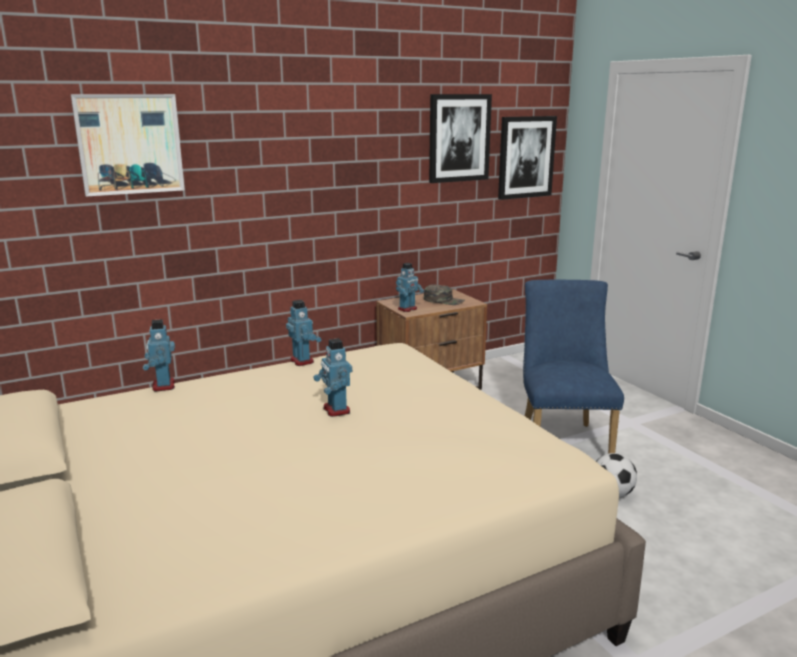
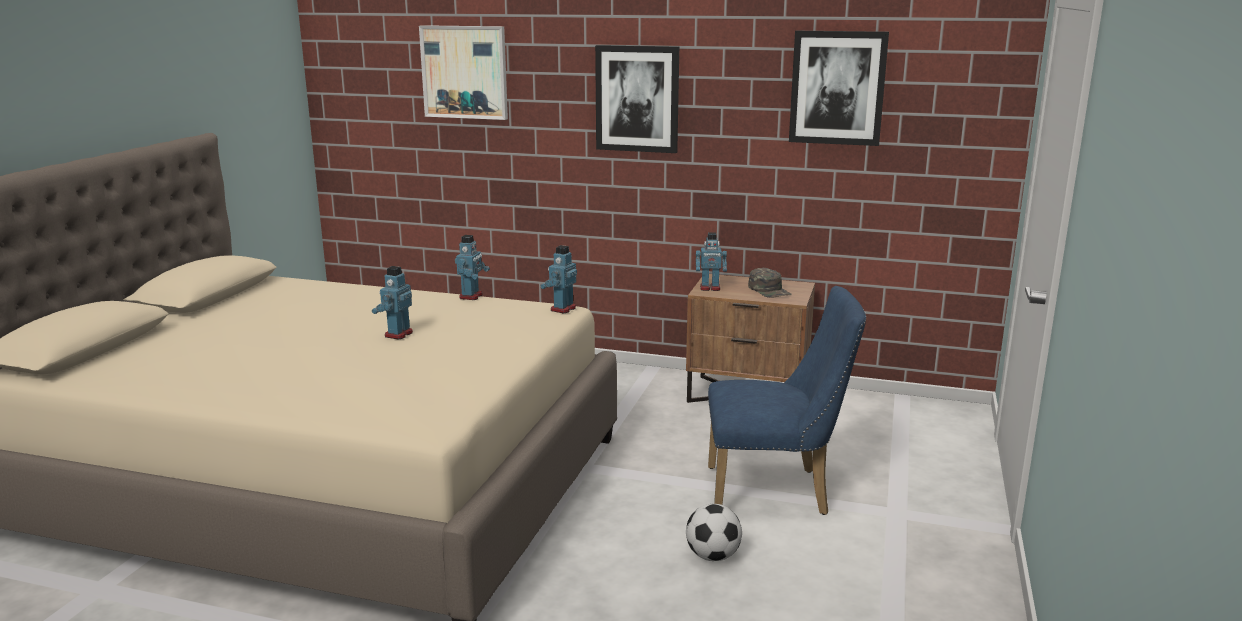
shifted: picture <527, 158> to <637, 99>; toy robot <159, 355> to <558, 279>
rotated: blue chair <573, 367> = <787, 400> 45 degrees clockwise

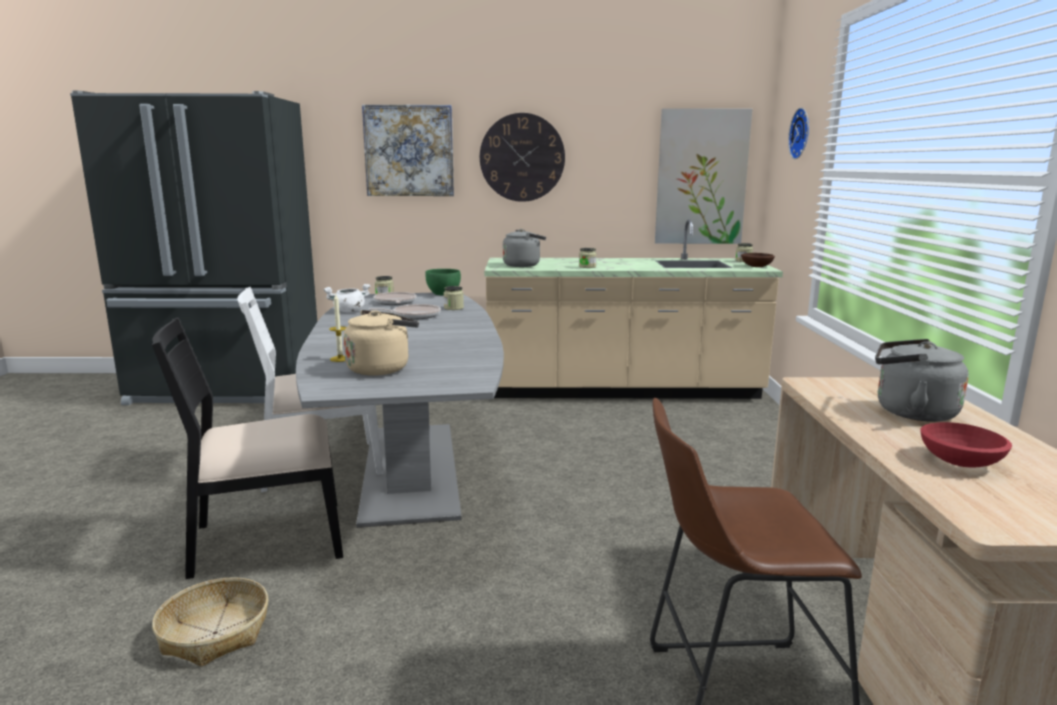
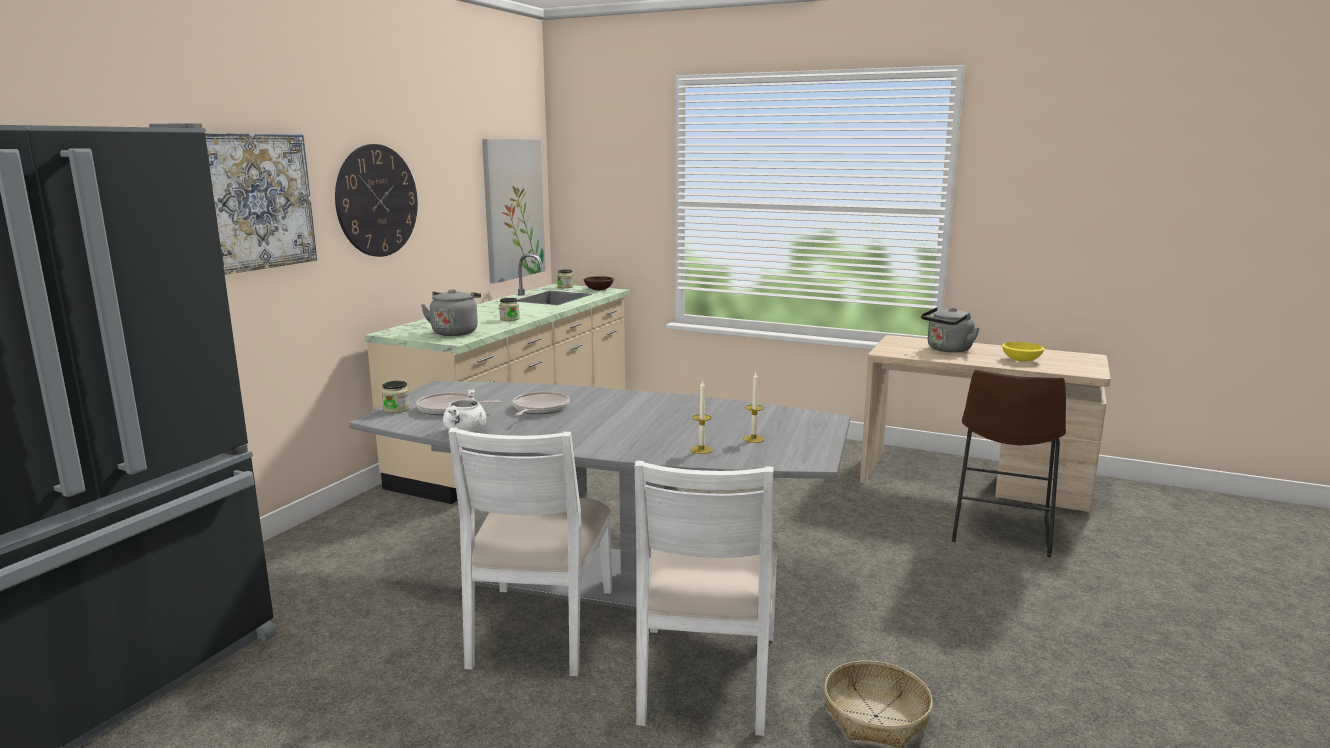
gone: wall clock <798, 133>; green bowl <443, 282>; jar <454, 298>
swapped: beige kettle <381, 343> to candle <754, 407>
repainted: black chair <247, 448> to white chair <706, 598>; red bowl <966, 444> to yellow bowl <1023, 352>

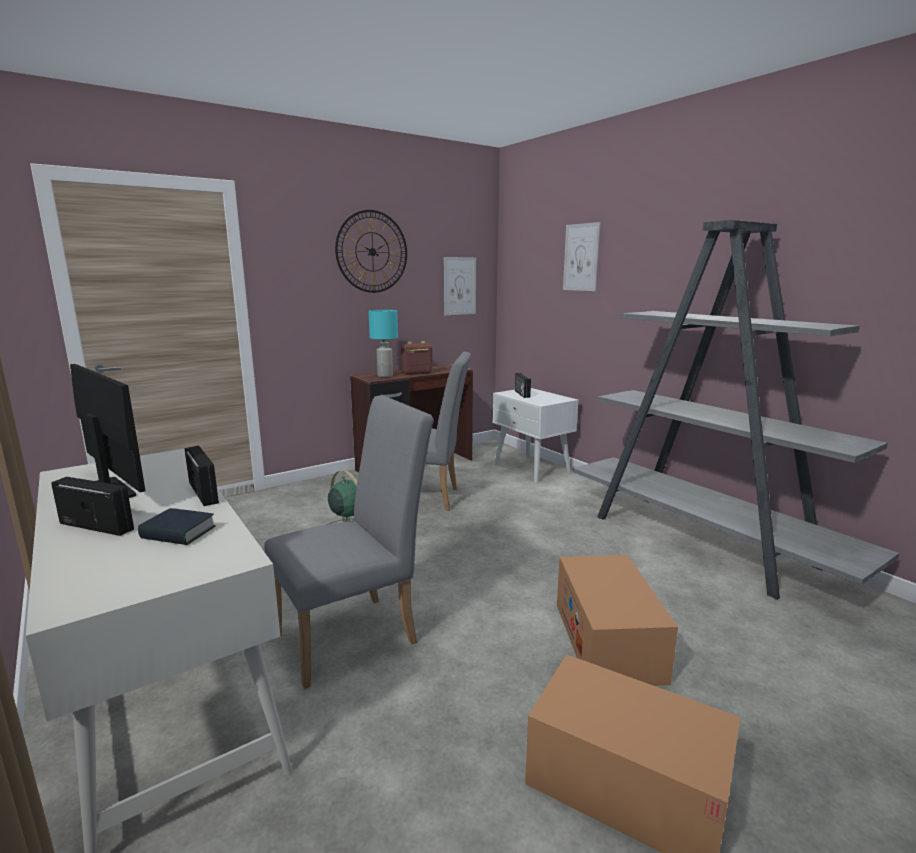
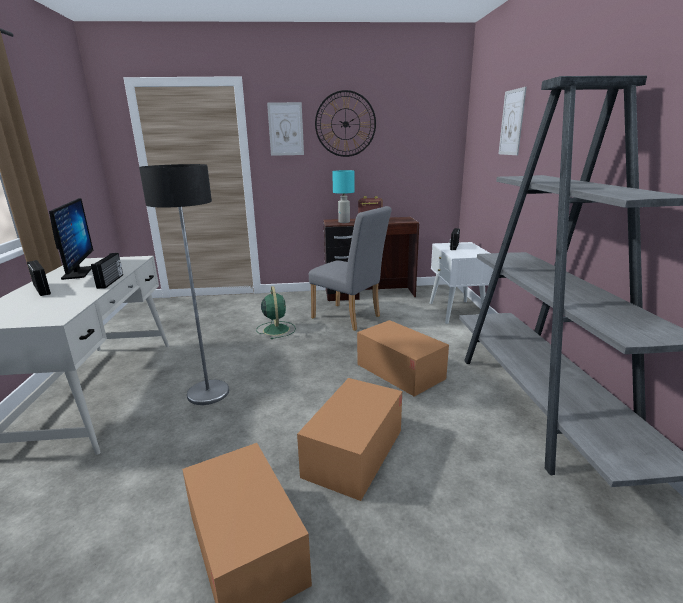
gone: book <177, 526>
new: cardboard box <403, 358>
shifted: picture <460, 286> to <285, 129>
swapped: grey chair <349, 542> to floor lamp <184, 284>

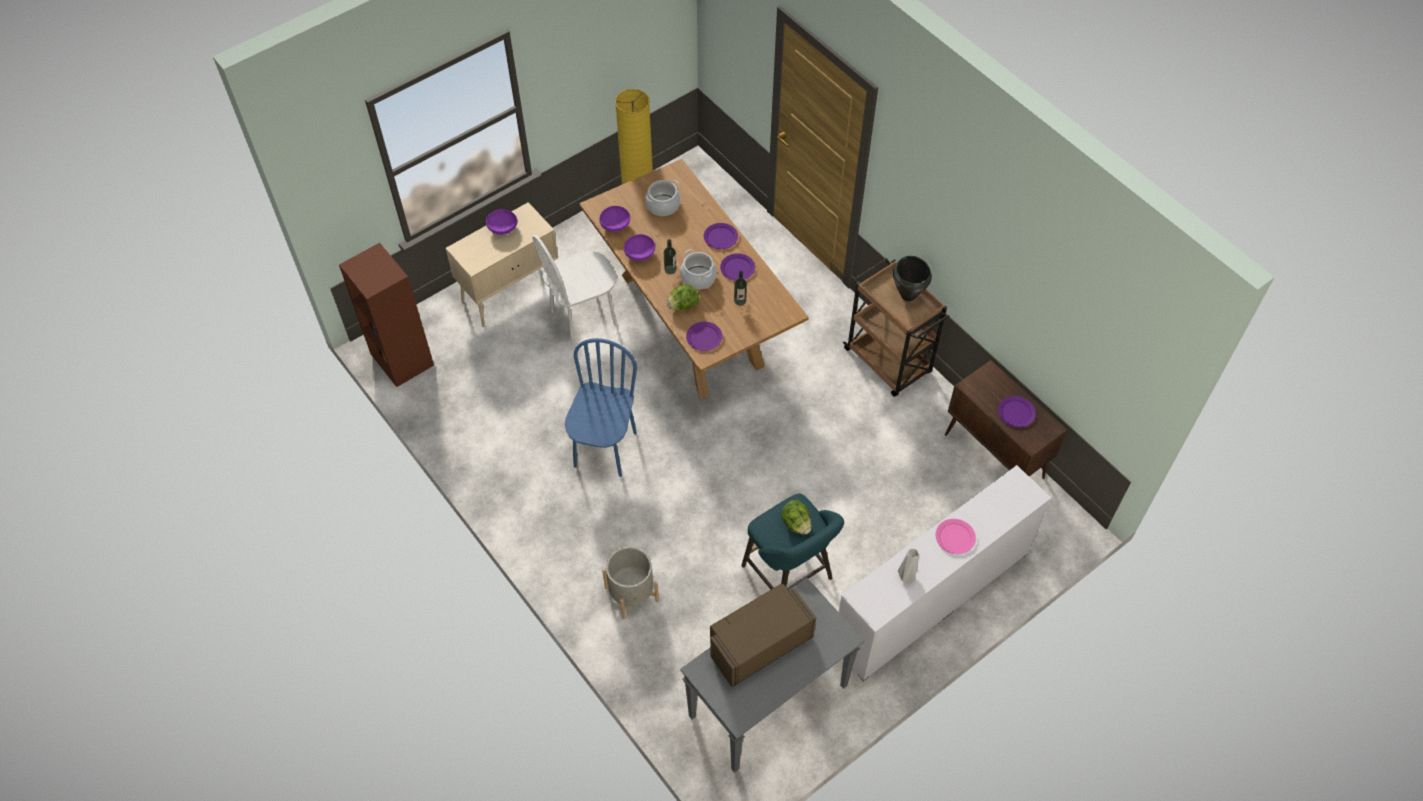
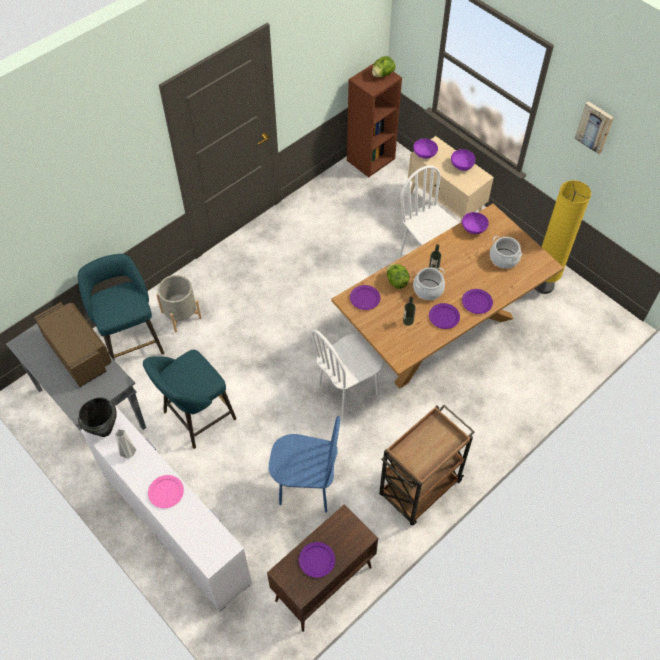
new: picture <594, 127>; turquoise stool <121, 307>; white chair <347, 373>
shifted: purple bowl <639, 247> to <425, 149>; black cooking pot <912, 278> to <97, 417>; blue chair <601, 407> to <304, 464>; lettuce <796, 517> to <384, 66>

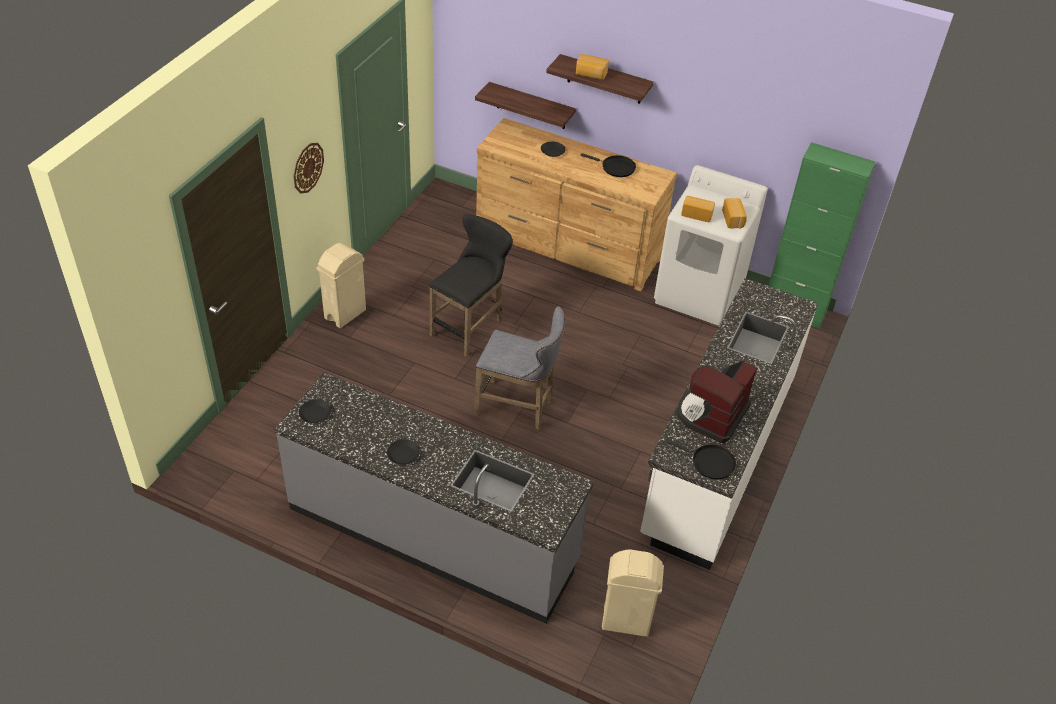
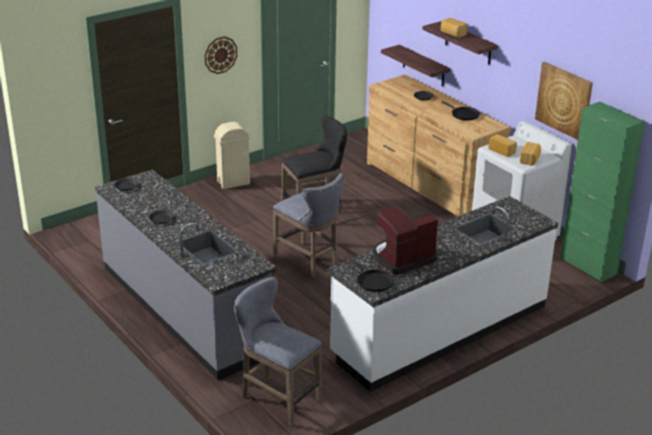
new: picture <564, 101>
swapped: beige trash can <633, 593> to grey stool <278, 351>

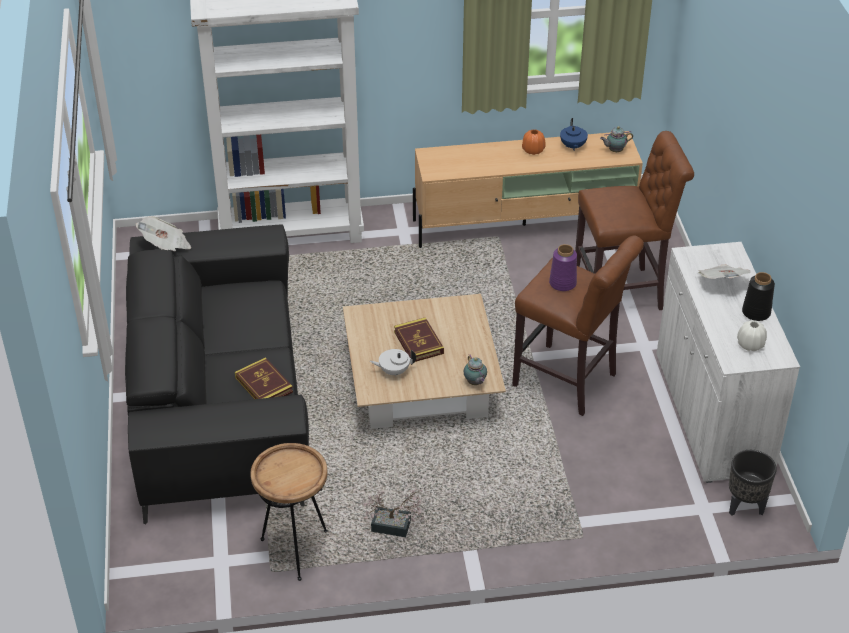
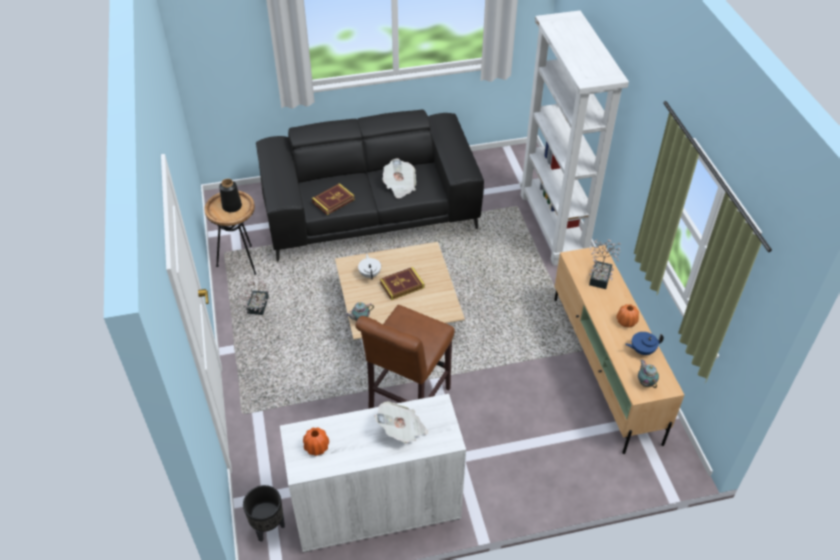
gone: brown stool <634, 220>; purple vase <563, 267>
new: potted plant <605, 264>
shifted: newspaper <164, 233> to <399, 179>; black vase <758, 296> to <230, 195>
repainted: white vase <752, 335> to orange vase <316, 441>

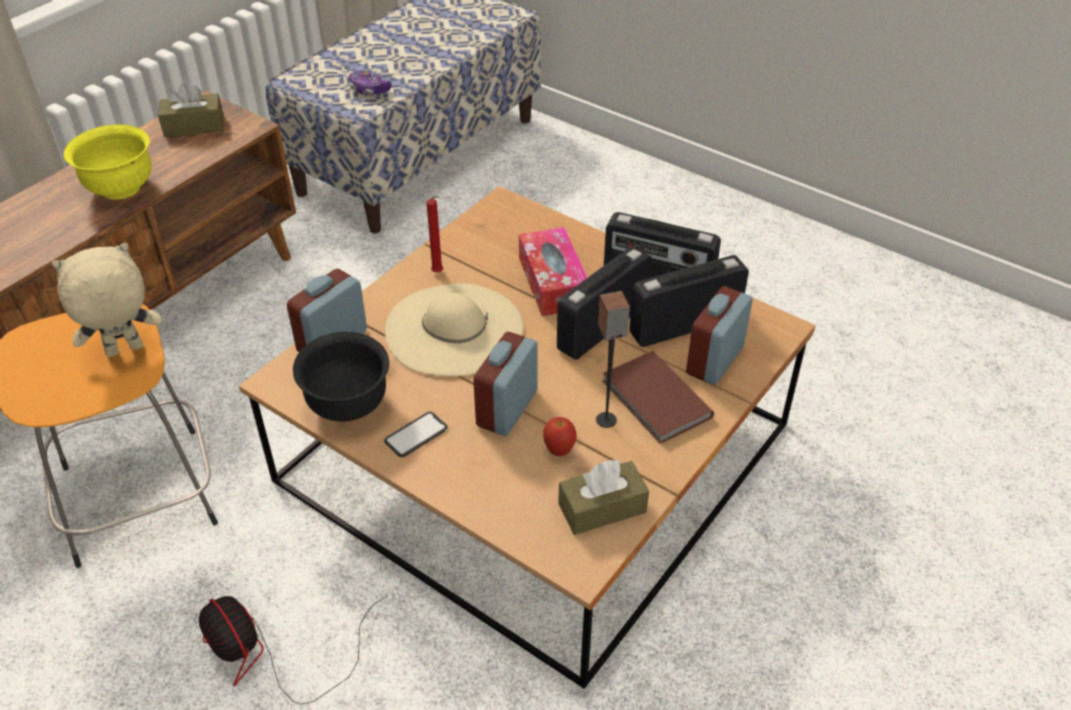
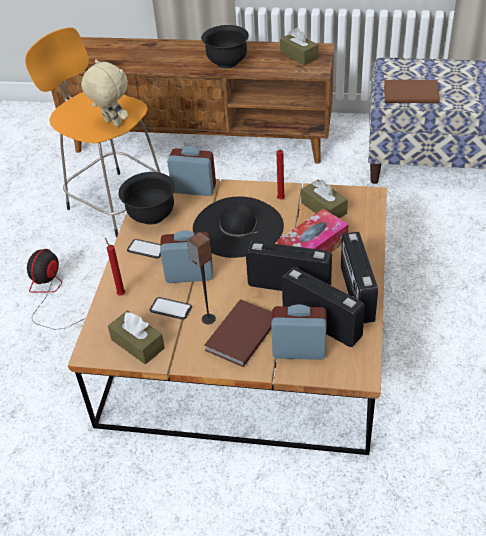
new: brown tissue box <324, 199>; red candle <115, 267>
swapped: game controller <370, 82> to brown book <412, 91>; apple <560, 436> to phone <171, 308>
repainted: yellow bowl <108, 162> to black bowl <225, 46>; beige hat <454, 329> to black hat <238, 227>

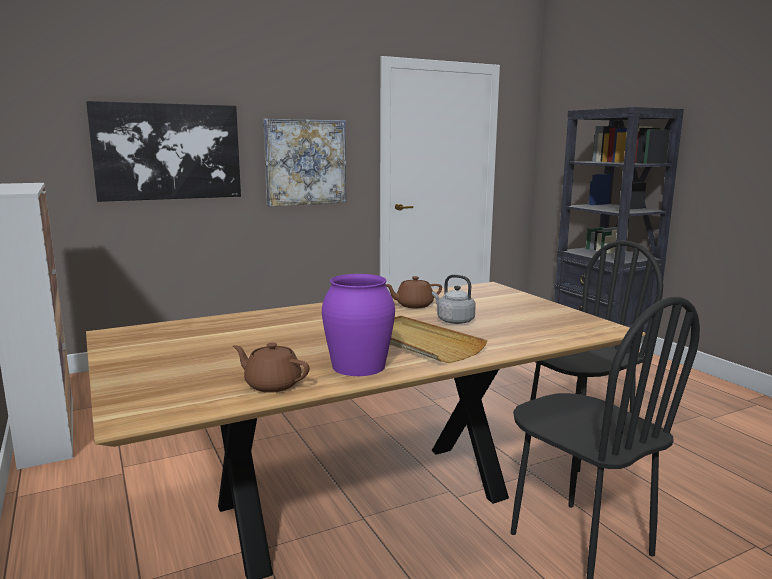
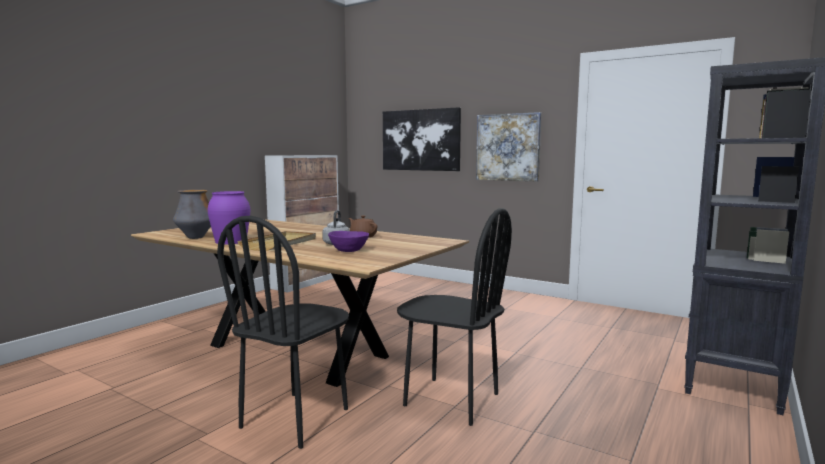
new: purple bowl <348, 241>
swapped: brown teapot <271, 368> to vase <192, 214>

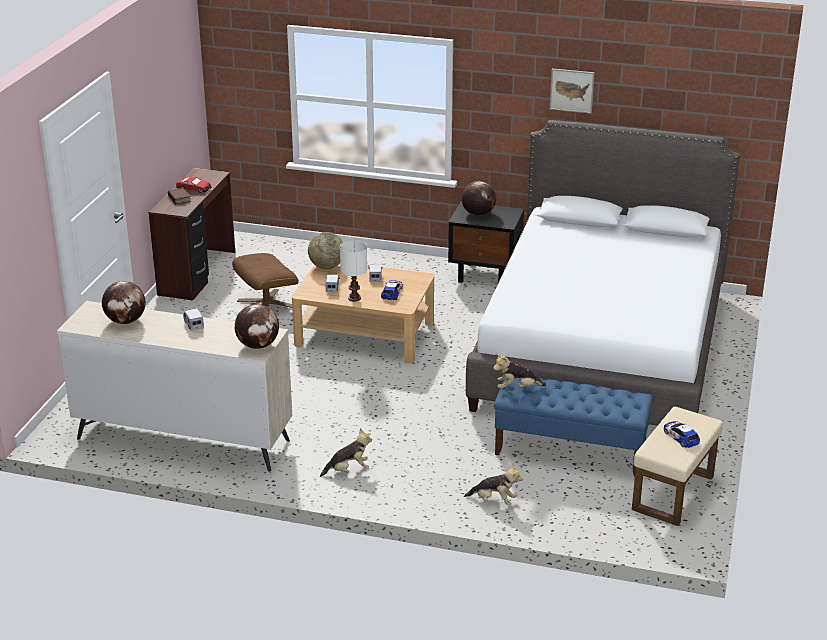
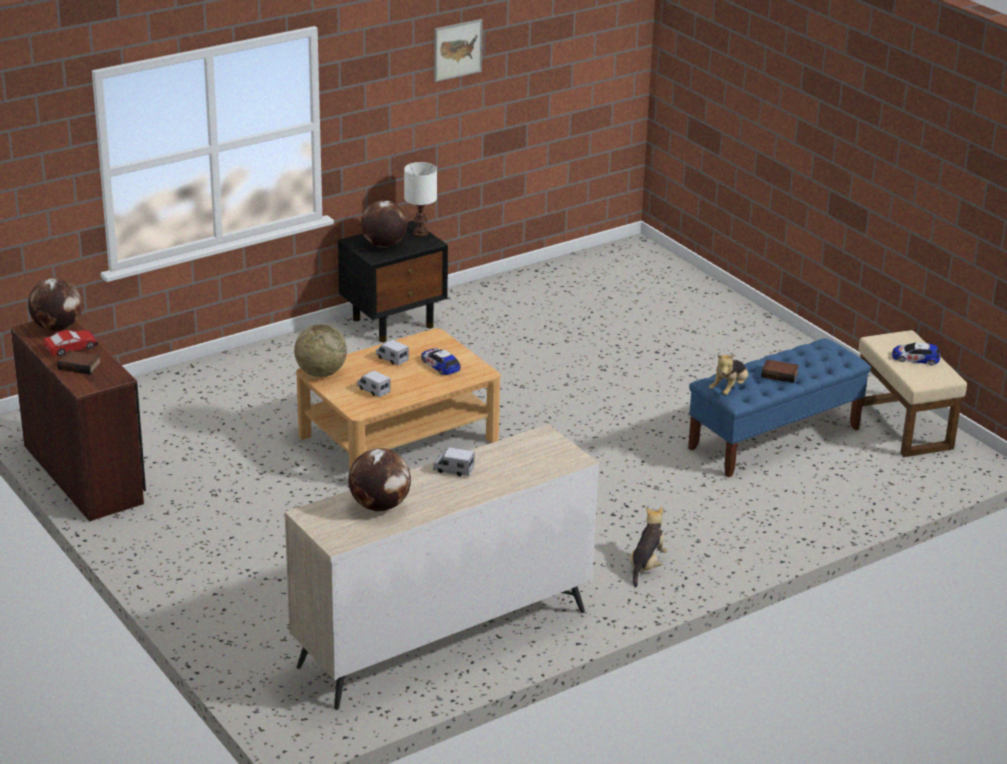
gone: white bed <603, 273>; brown ottoman <265, 280>; plush toy <493, 484>
new: book <780, 371>
shifted: white table lamp <353, 270> to <420, 199>; globe <257, 326> to <55, 304>

